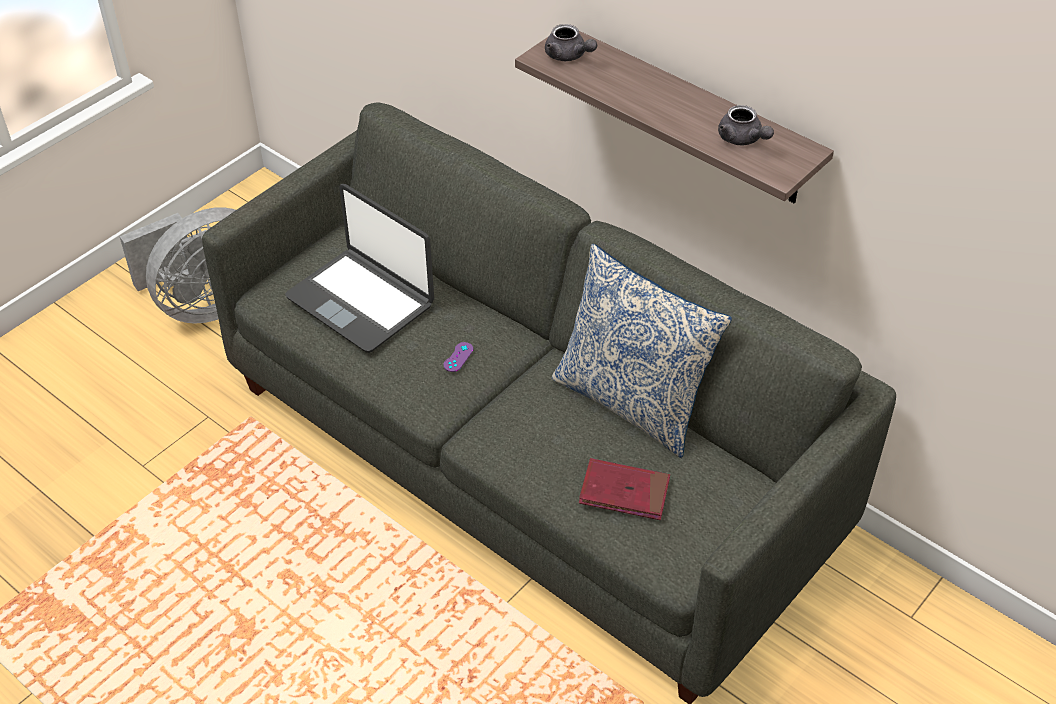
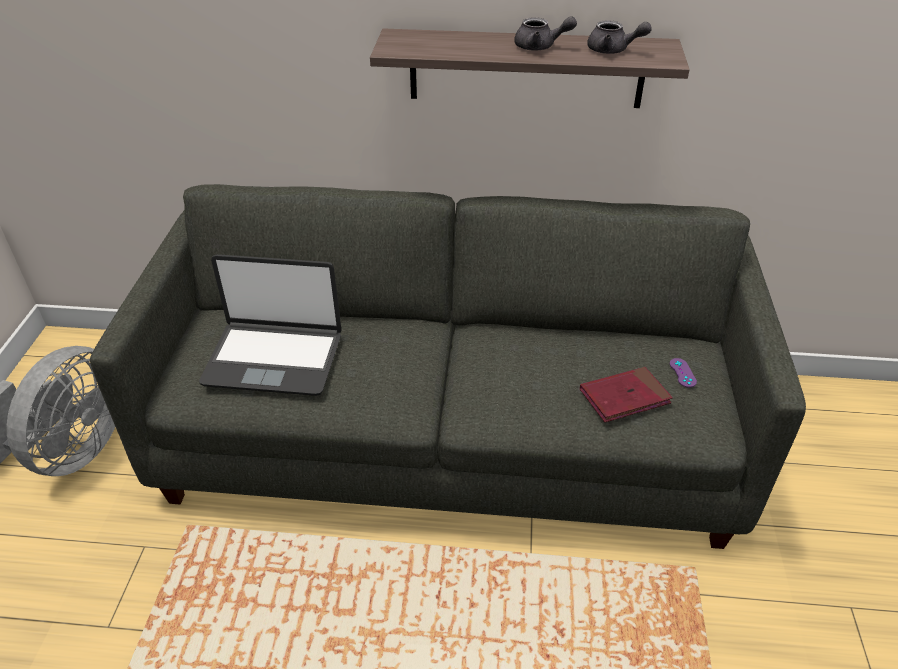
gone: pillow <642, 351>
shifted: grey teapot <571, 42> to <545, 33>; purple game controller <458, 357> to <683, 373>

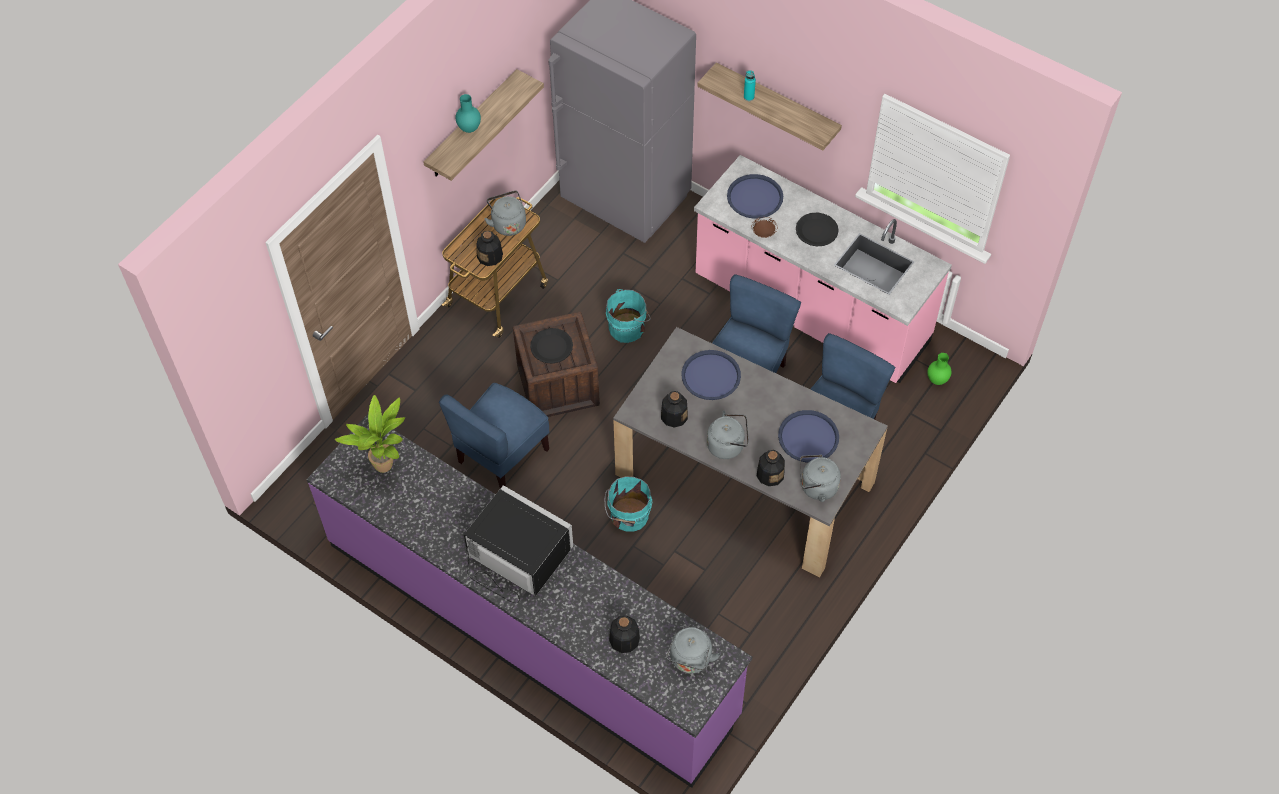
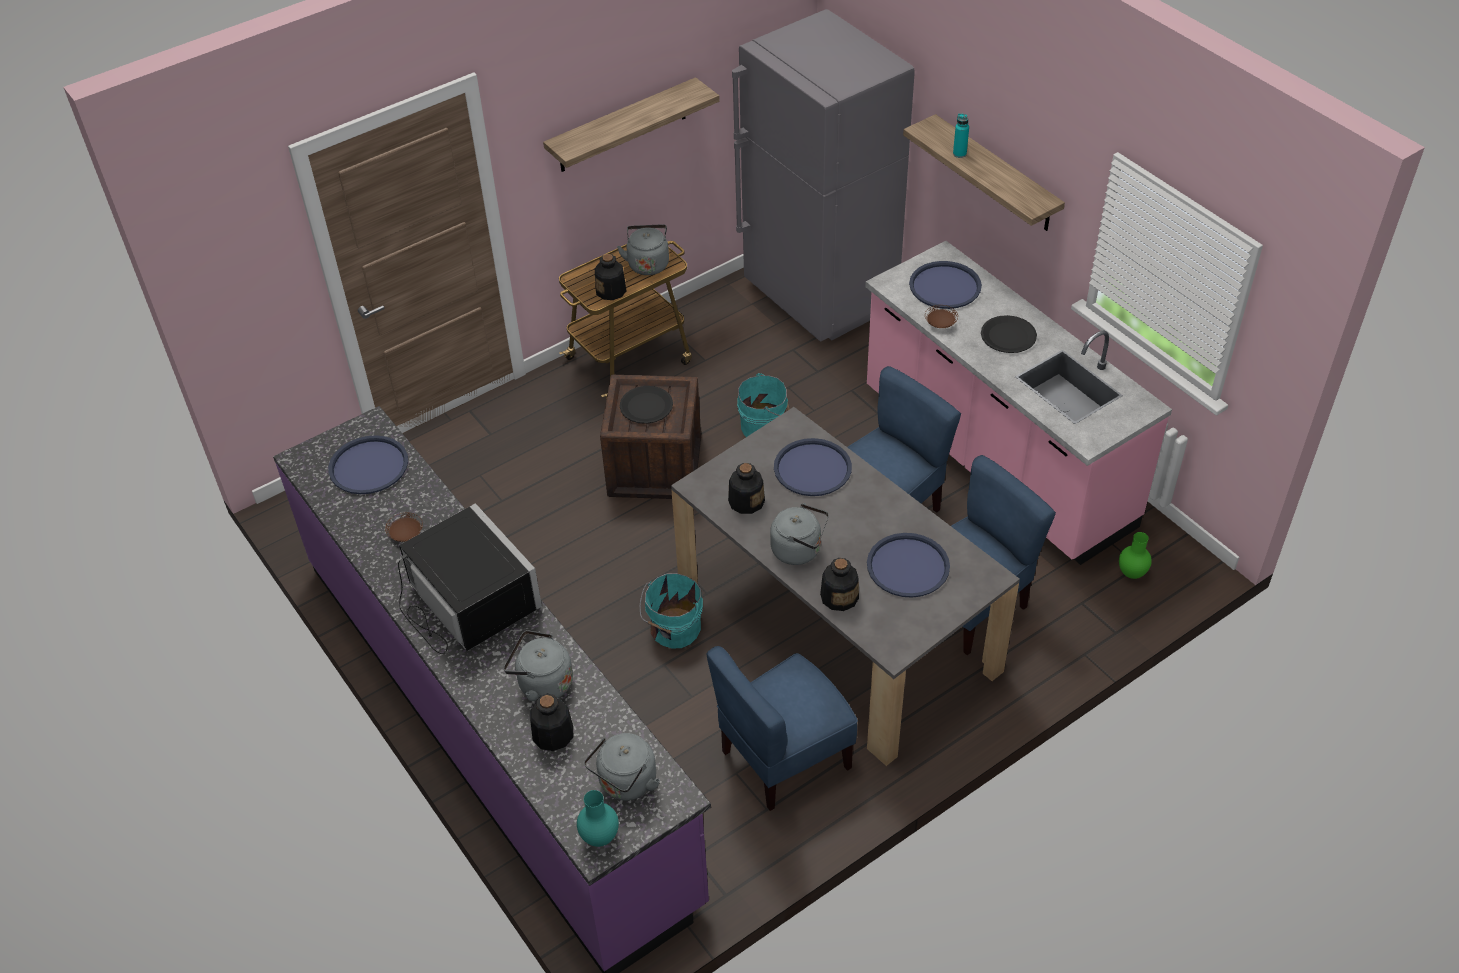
new: brown plate <404, 527>
shifted: turquoise vase <468, 113> to <598, 818>; blue chair <494, 435> to <782, 728>; grey kettle <820, 478> to <538, 665>
swapped: potted plant <370, 434> to blue tray <368, 464>

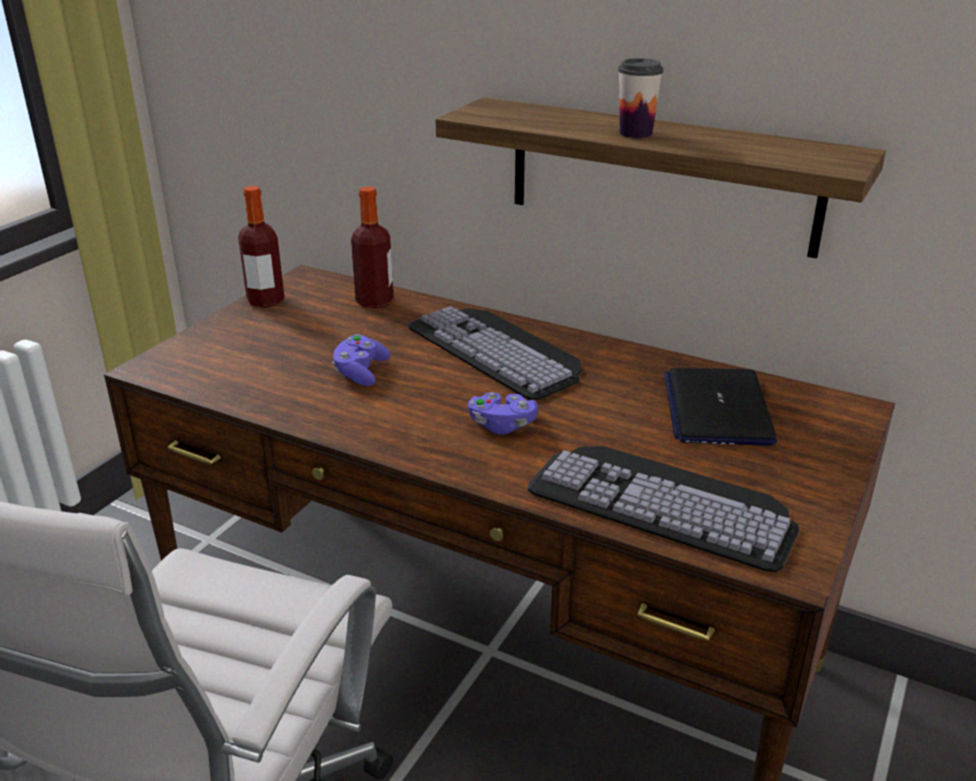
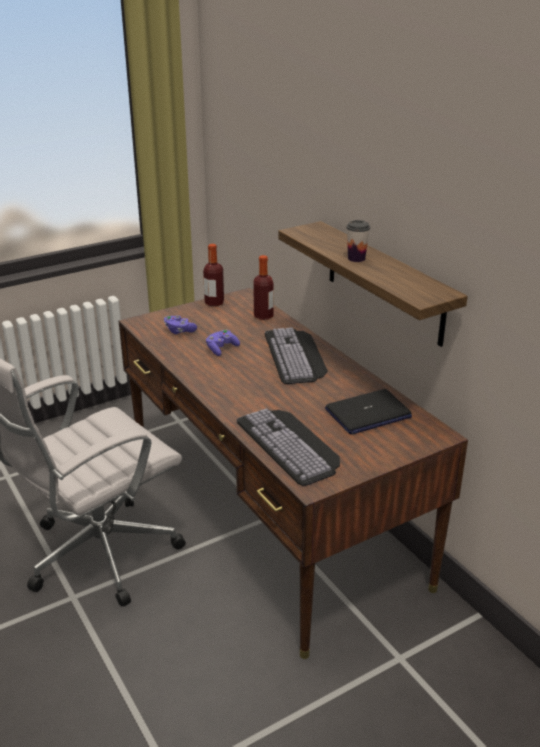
shifted: purple game controller <503, 413> to <180, 324>
rotated: laptop <720, 407> = <368, 411> 150 degrees counterclockwise

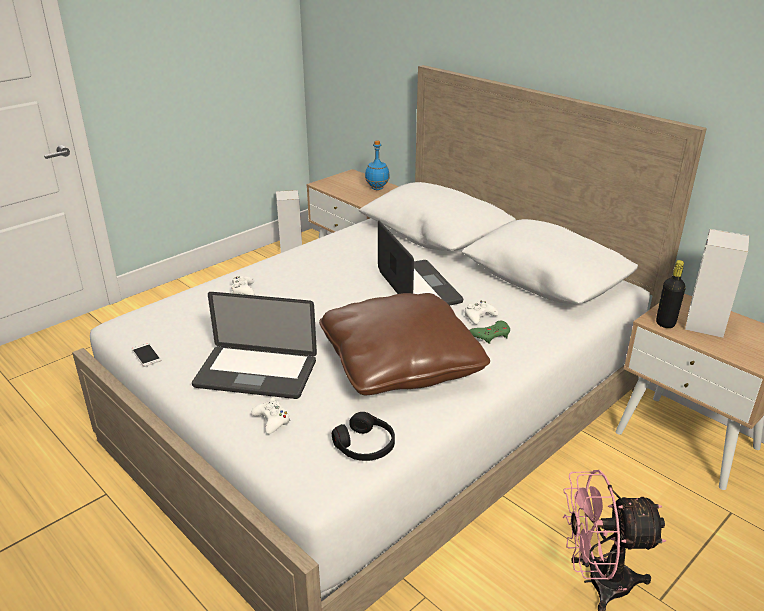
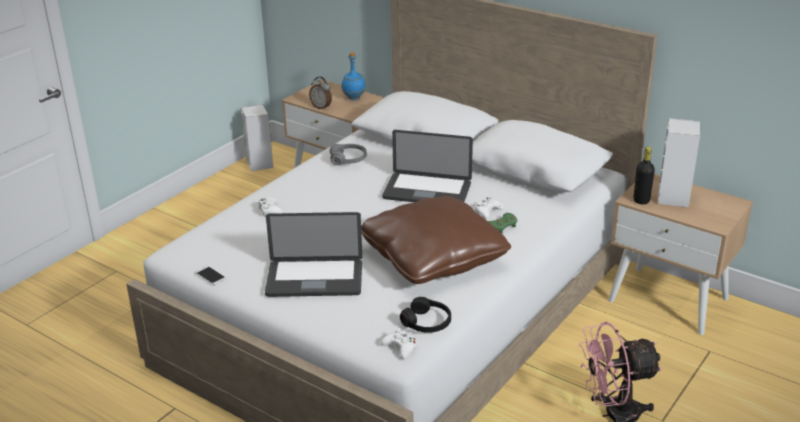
new: alarm clock <320, 93>; grey headphones <348, 154>
shifted: white game controller <270, 416> to <399, 343>
rotated: laptop <420, 263> = <427, 166> 135 degrees clockwise

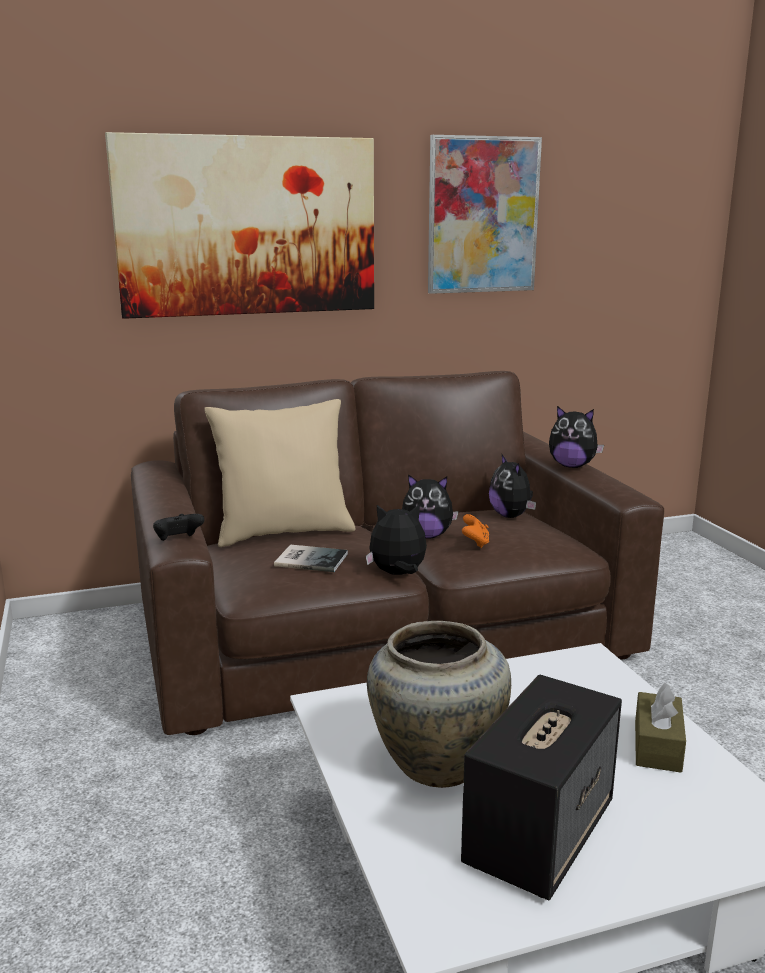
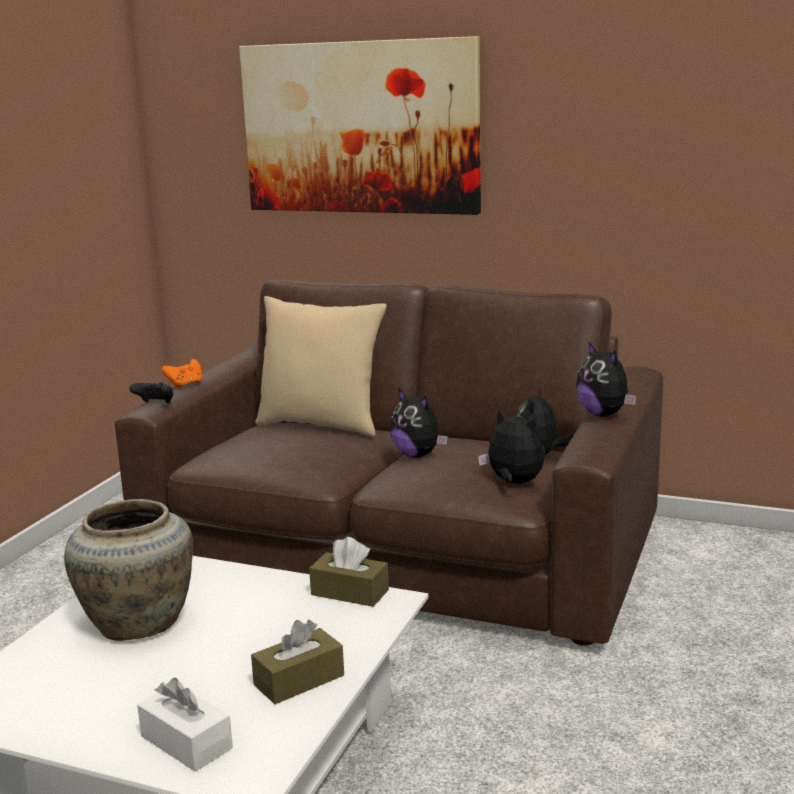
gone: picture <485, 214>; book <311, 558>; speaker <541, 787>
new: brown tissue box <349, 572>; white tissue box <185, 725>
shifted: plush toy <396, 539> to <511, 446>; orange game controller <475, 531> to <182, 374>

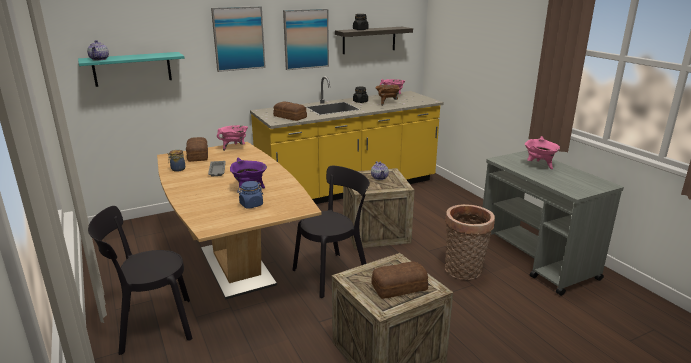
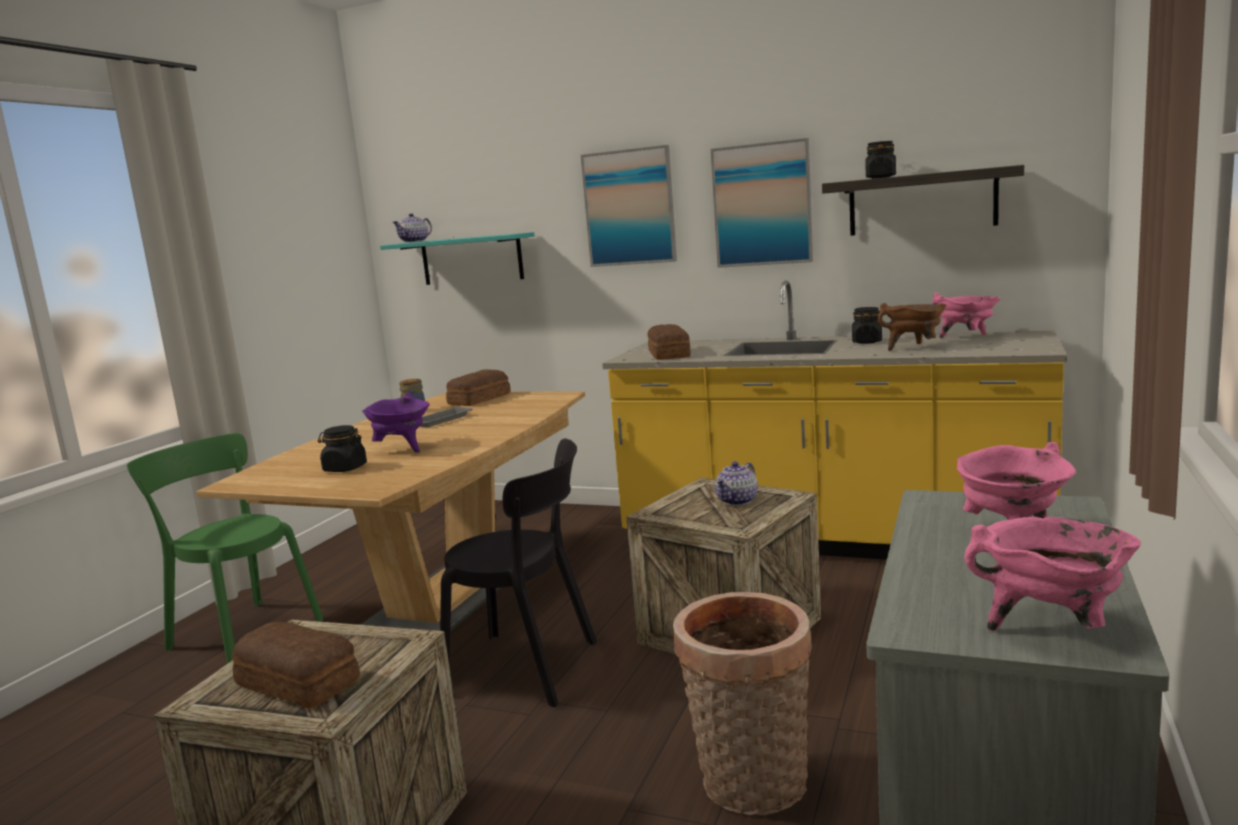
shifted: pink cooking pot <232, 138> to <1052, 574>
repainted: blue jar <250, 195> to black jar <342, 448>; black chair <140, 280> to green chair <225, 548>

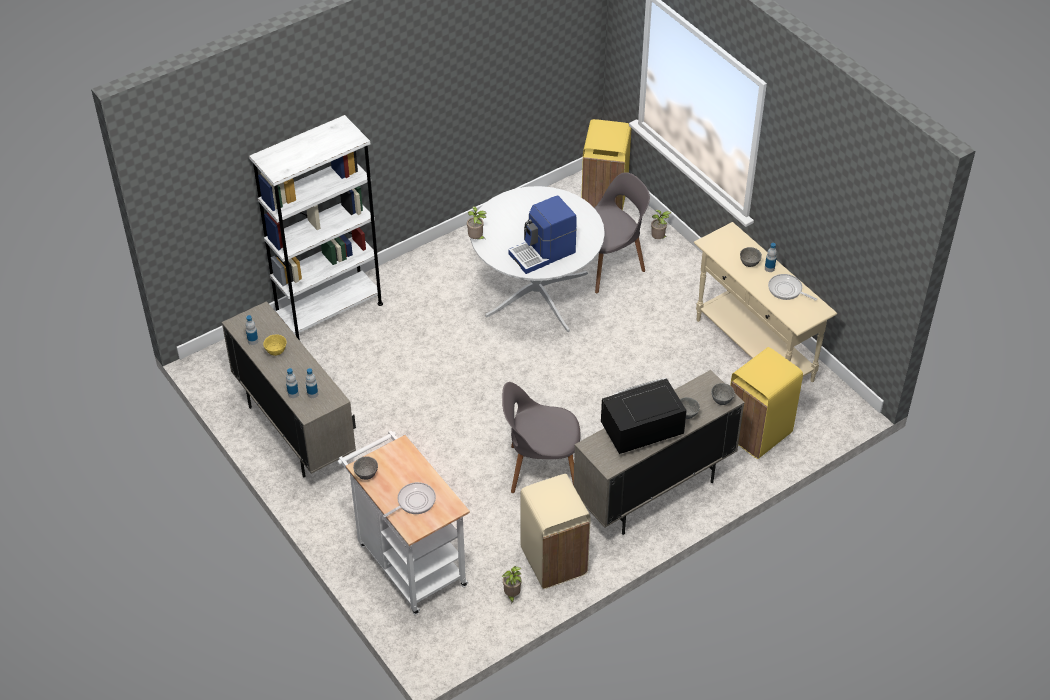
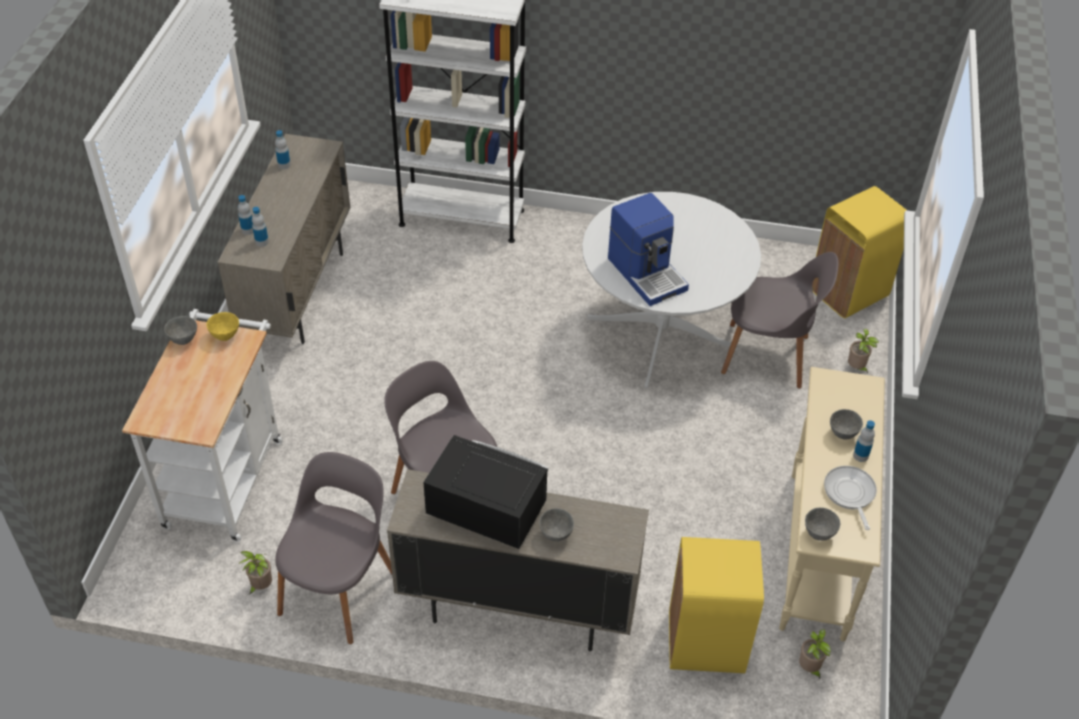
gone: frying pan <409, 499>
shifted: potted plant <477, 222> to <815, 654>; yellow bowl <275, 345> to <222, 326>; grey bowl <723, 394> to <822, 524>
swapped: beige trash can <555, 531> to grey chair <333, 548>
rotated: coffee machine <542, 234> = <648, 249> 135 degrees counterclockwise

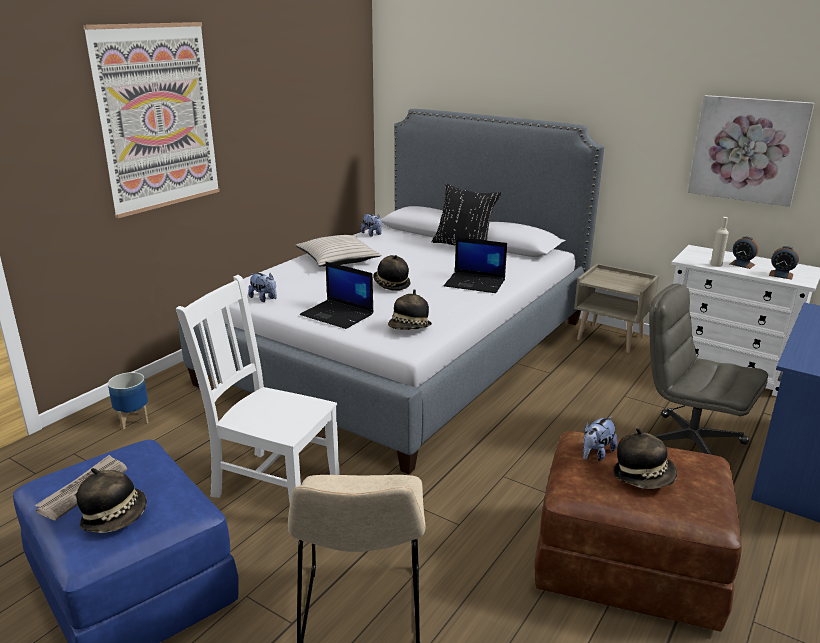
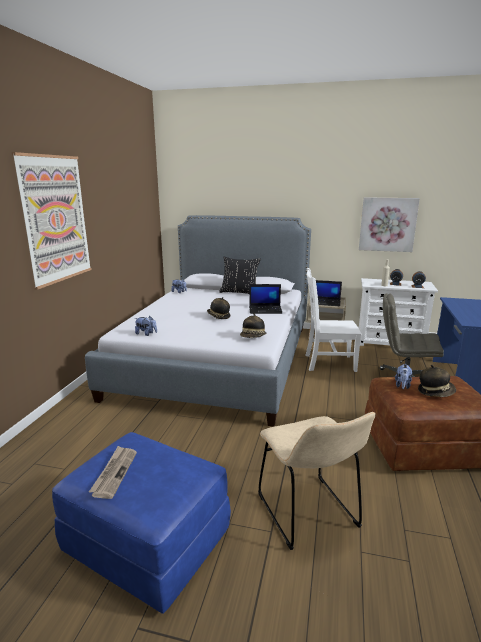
gone: beige pillow <338, 251>; planter <128, 401>; hat <111, 500>
shifted: laptop <337, 295> to <329, 293>; white chair <258, 389> to <333, 320>

